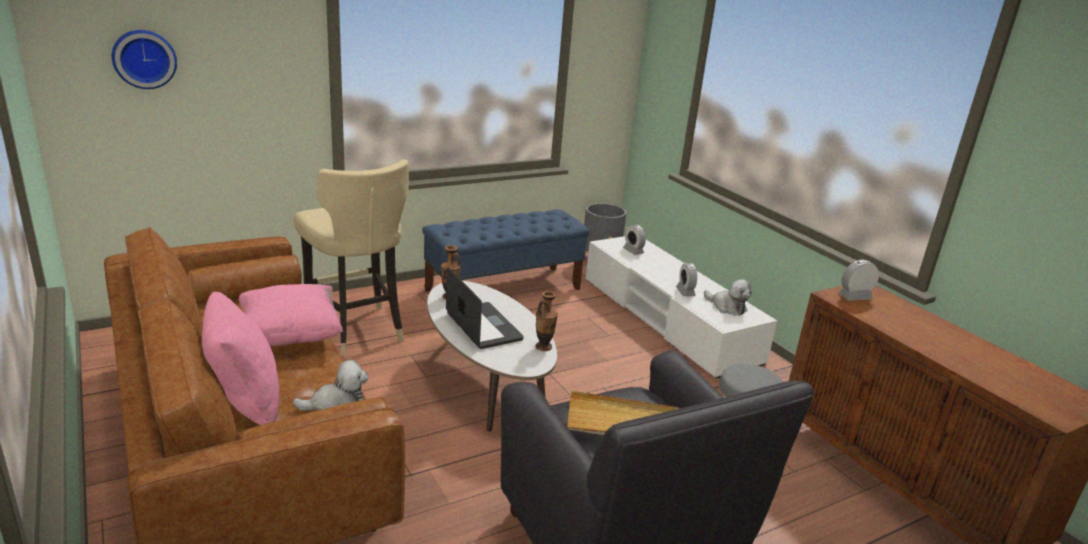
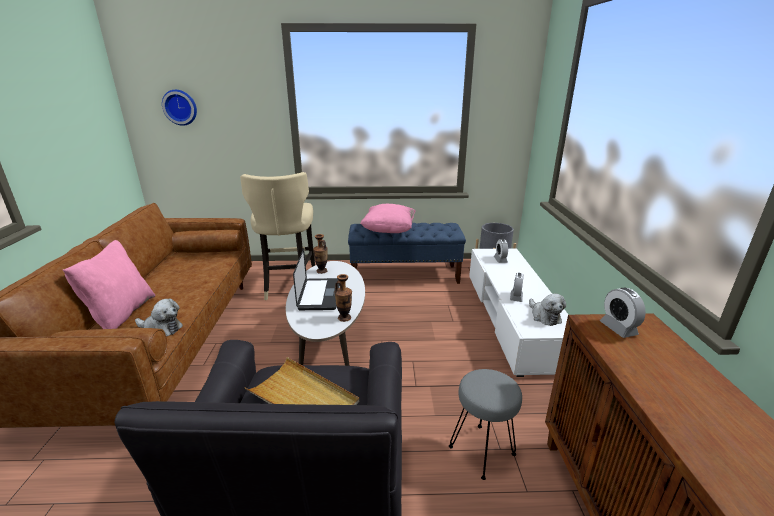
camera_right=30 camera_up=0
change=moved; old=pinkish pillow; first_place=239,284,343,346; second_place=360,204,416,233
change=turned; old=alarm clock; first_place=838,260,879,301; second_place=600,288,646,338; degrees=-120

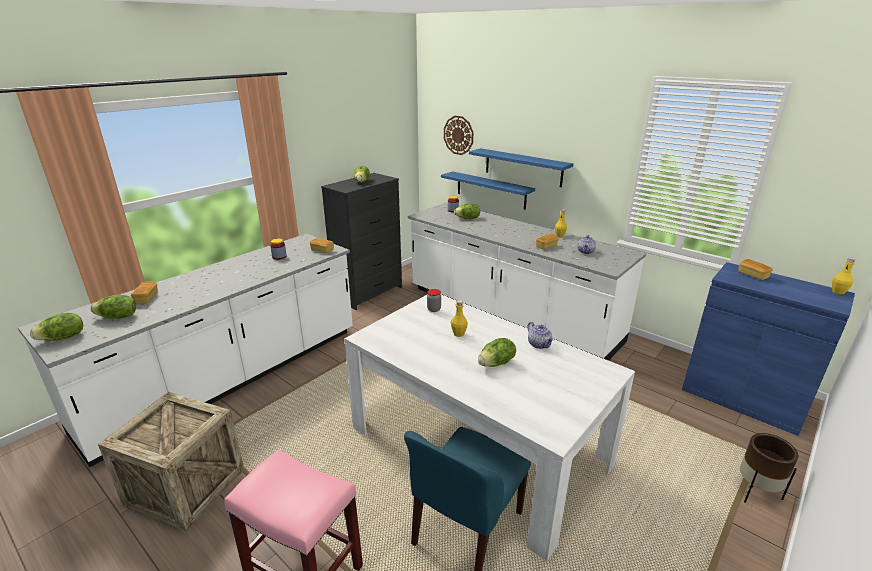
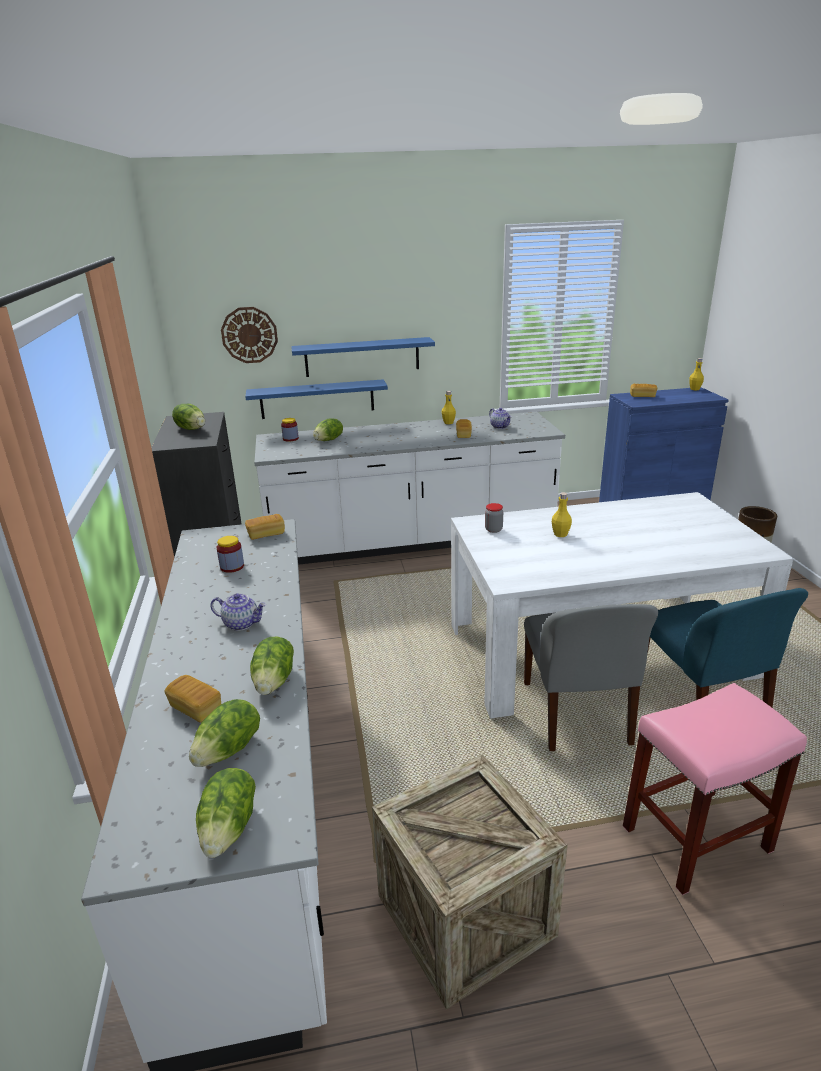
camera_right=-50 camera_up=0
change=moved; old=lettuce head; first_place=478,338,516,367; second_place=250,637,294,695
change=moved; old=tea pot; first_place=528,322,554,349; second_place=210,593,266,631
change=added; new=gray plain chair; second_place=524,604,658,751

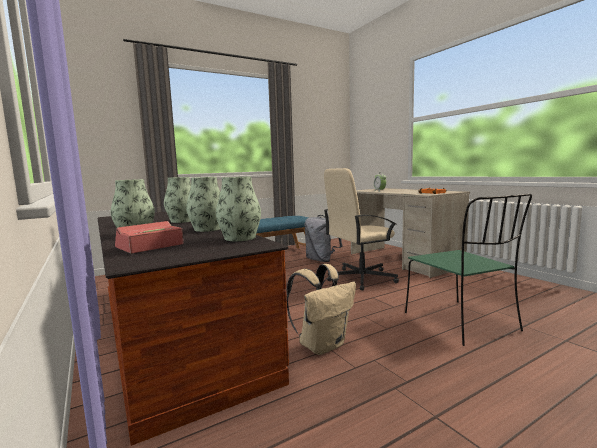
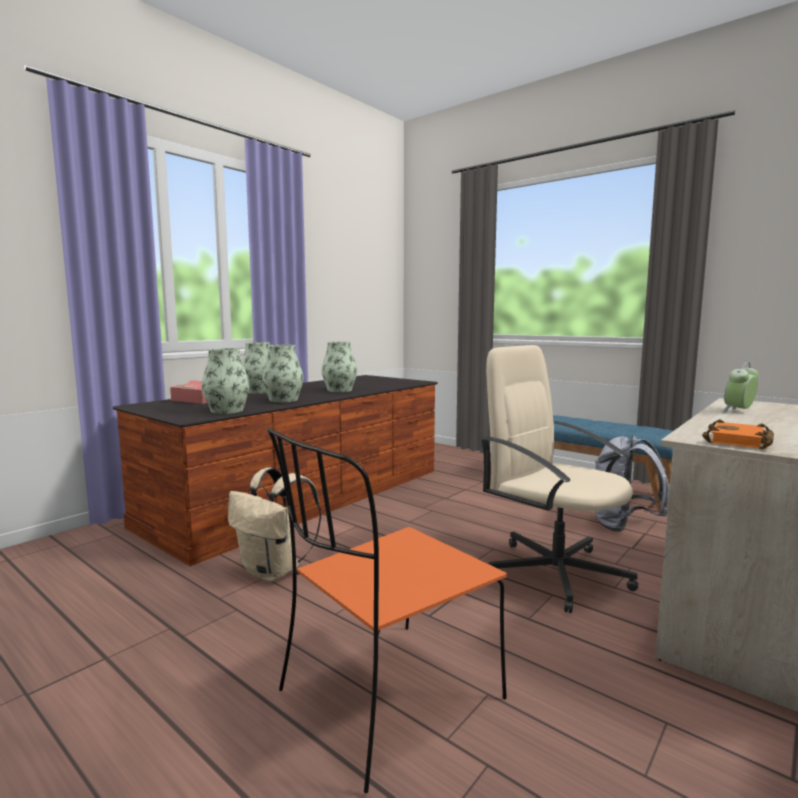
camera_right=70 camera_up=0
change=recoloured; old=greenish plain chair; new=orange plain chair; first_place=405,194,532,346; second_place=268,428,507,793

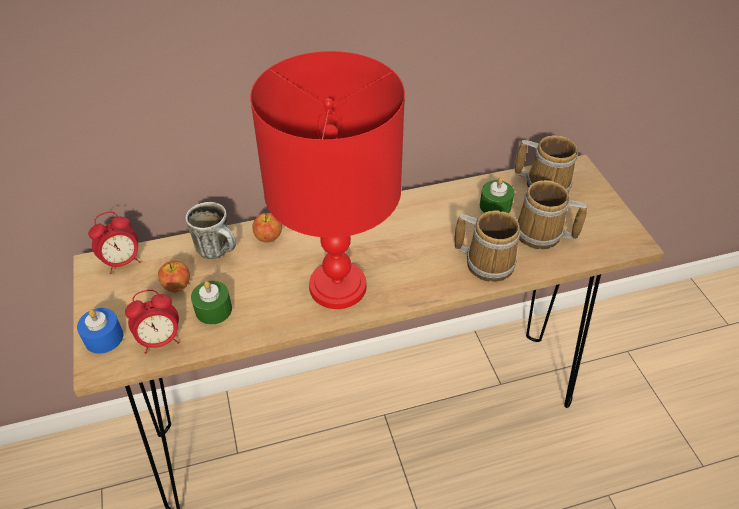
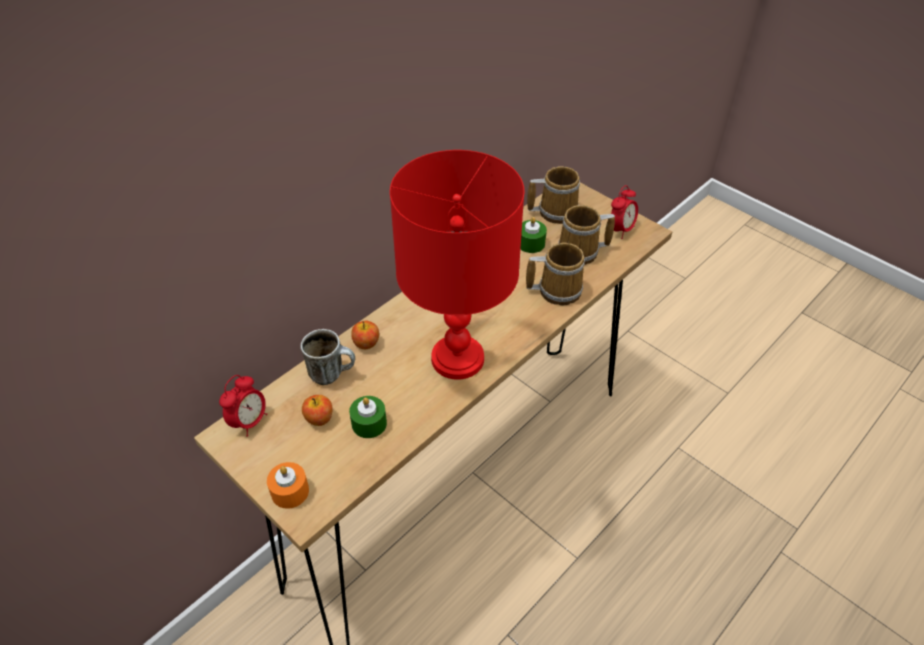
camera_right=-30 camera_up=0
change=recoloured; old=blue candle; new=orange candle; first_place=77,308,123,354; second_place=267,462,309,509
change=moved; old=alarm clock; first_place=125,290,179,354; second_place=611,185,638,239

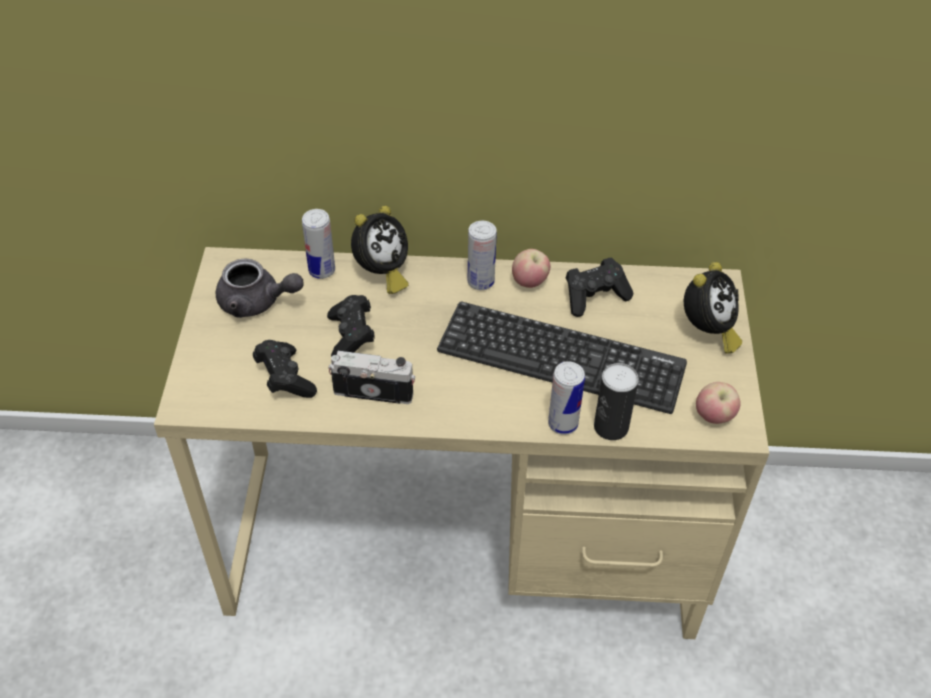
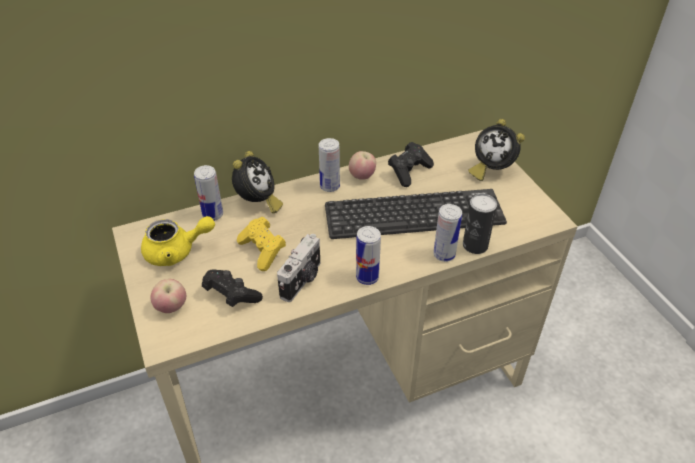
camera_right=-25 camera_up=-5
change=recoloured; old=gray tea pot; new=yellowish tea pot; first_place=216,259,303,318; second_place=141,216,215,266
change=recoloured; old=blackish game controller; new=yellowish game controller; first_place=327,295,375,357; second_place=237,217,286,271
change=turned; old=photo camera; first_place=328,351,415,404; second_place=277,234,320,302; degrees=135
change=turned; old=alarm clock; first_place=684,262,742,354; second_place=468,119,525,181; degrees=120
change=moved; old=apple fruit; first_place=696,382,741,424; second_place=150,279,186,313
change=added; new=sealed can; second_place=356,226,381,285

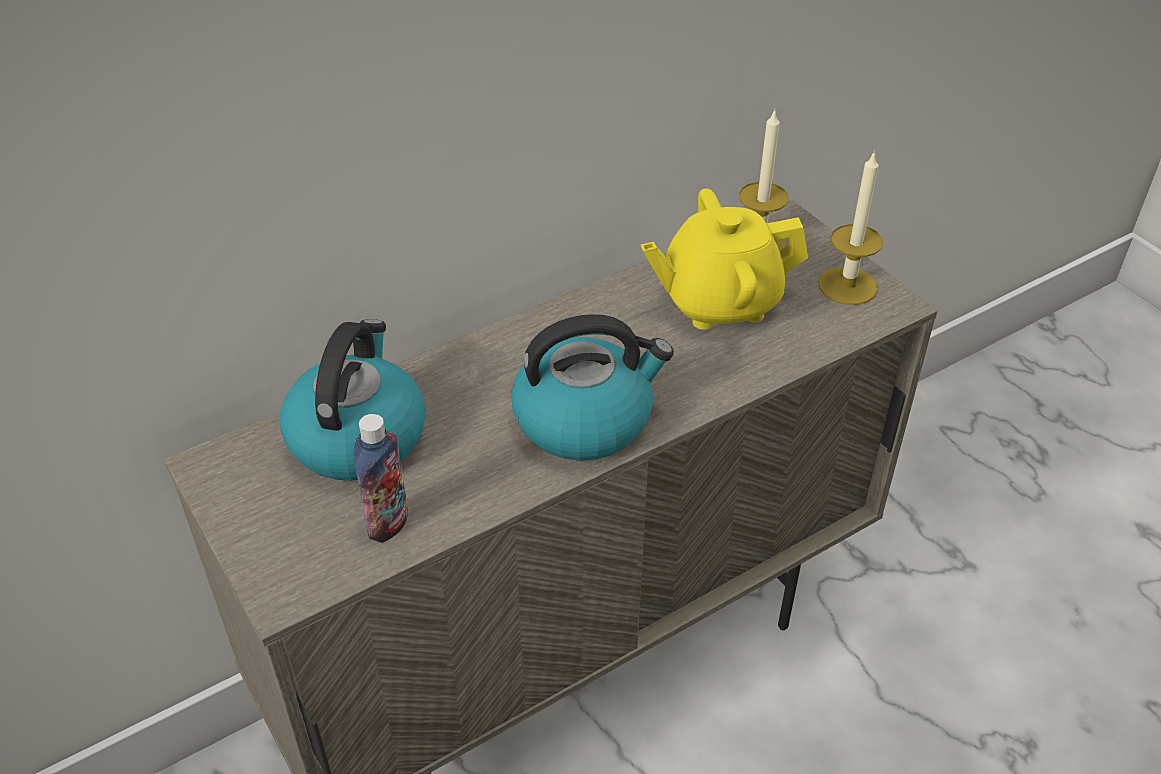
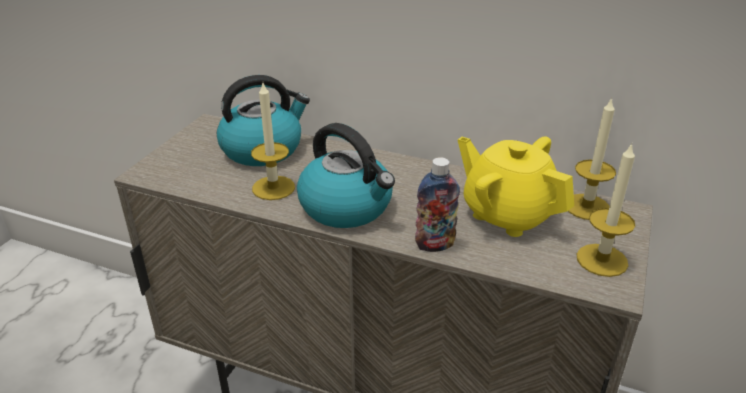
camera_right=55 camera_up=-10
change=moved; old=beverage bottle; first_place=353,414,408,543; second_place=415,157,460,252
change=added; new=candle; second_place=251,83,295,200

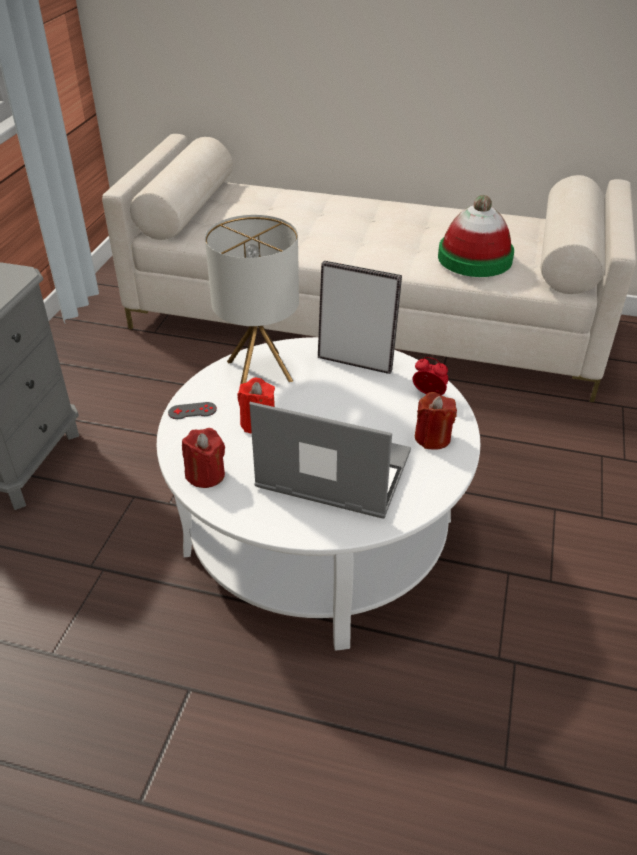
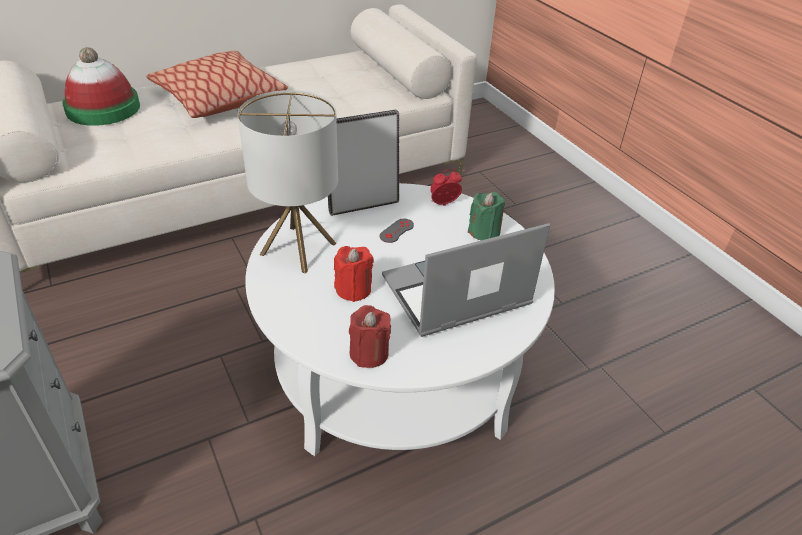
camera_right=-45 camera_up=0
change=moved; old=gray game controller; first_place=168,402,217,419; second_place=380,219,414,243
change=recoloured; old=red-coloured candle; new=greenish candle; first_place=415,392,457,450; second_place=468,192,505,240
change=moved; old=wearable hat; first_place=438,195,514,277; second_place=62,47,140,126
change=added; new=pillow; second_place=146,51,288,118

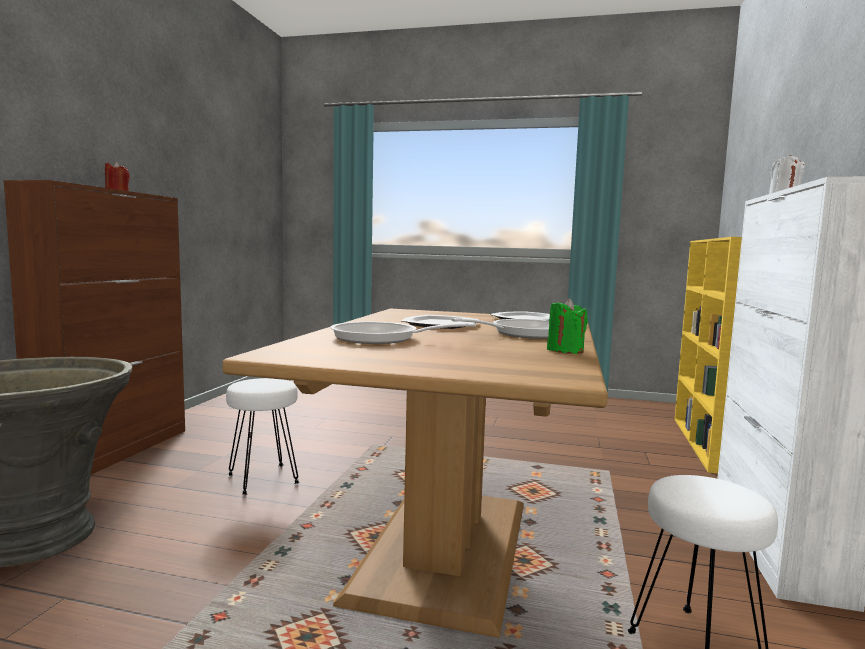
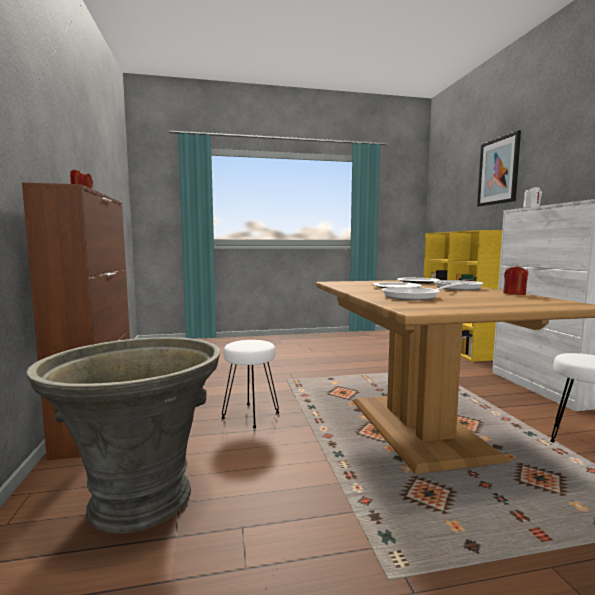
camera_right=-25 camera_up=0
change=recoloured; old=greenish candle; new=red-coloured candle; first_place=547,299,588,354; second_place=503,264,529,295
change=added; new=wall art; second_place=477,130,521,207

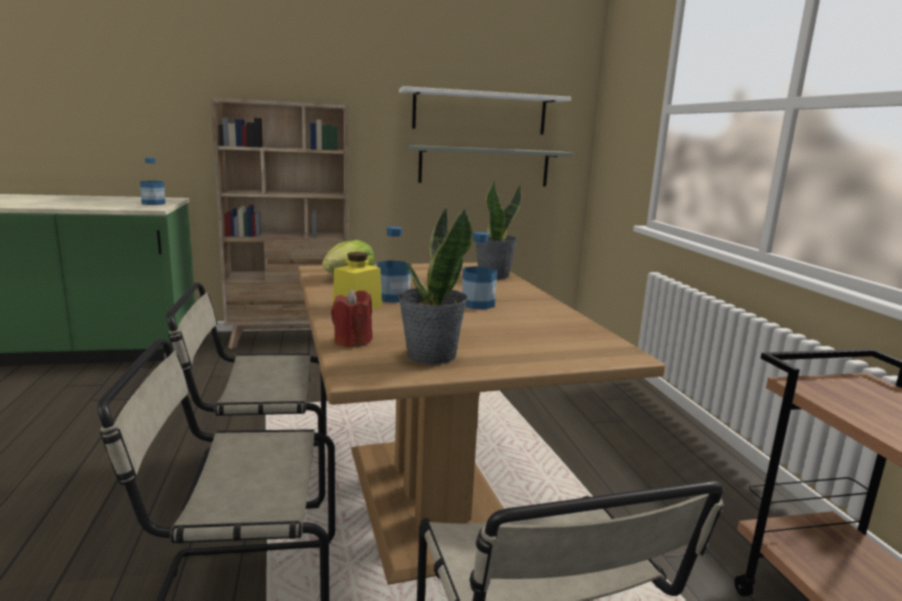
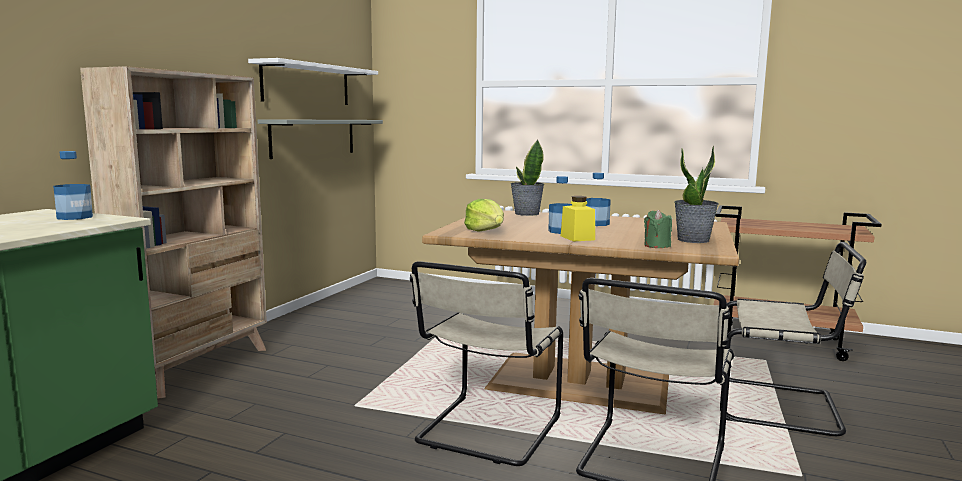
camera_right=-55 camera_up=-5
change=recoloured; old=red-coloured candle; new=greenish candle; first_place=331,289,372,348; second_place=644,209,672,248

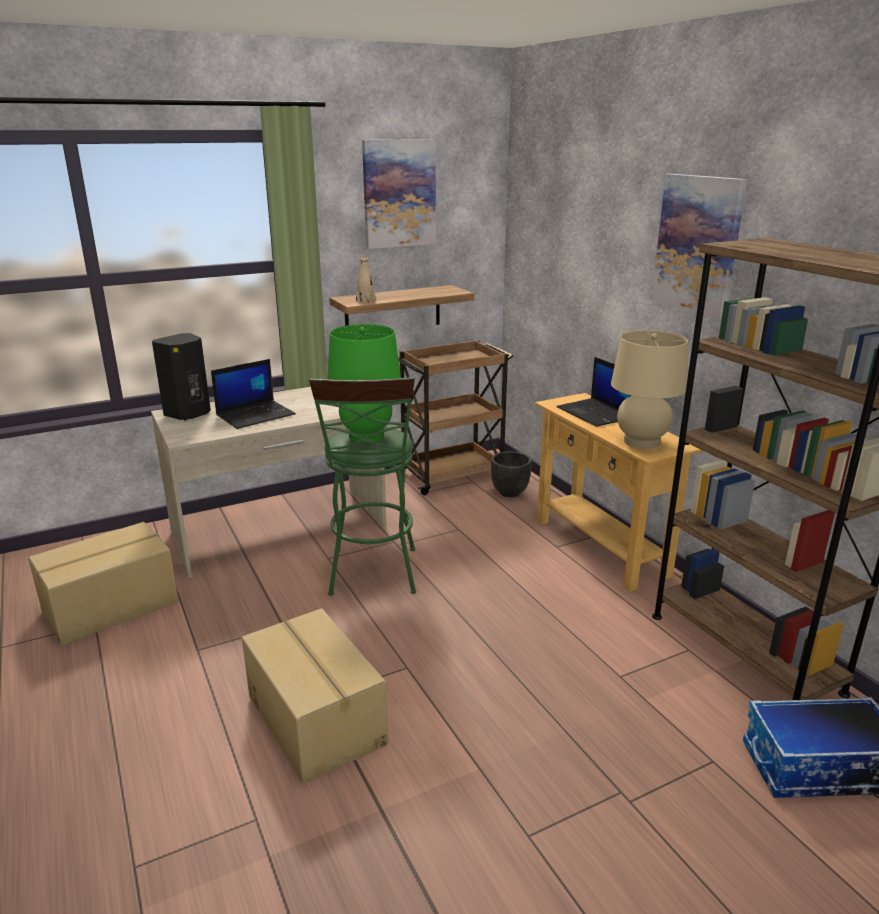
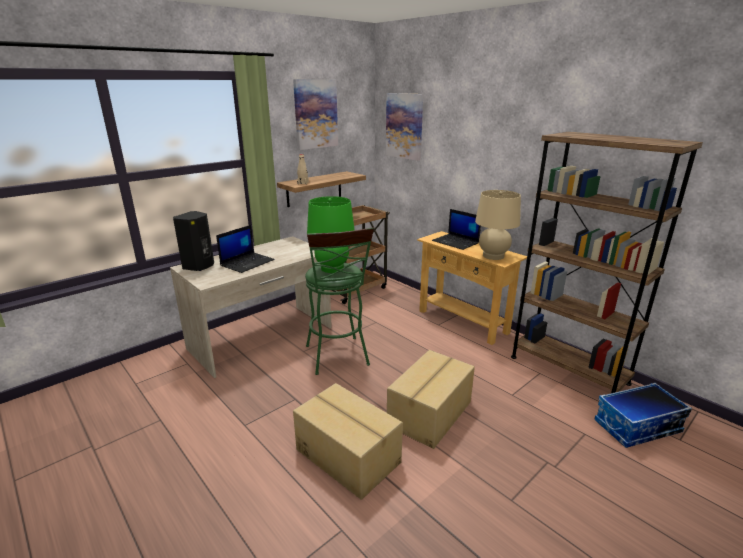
camera_right=-15 camera_up=0
change=moved; old=carton; first_place=28,522,179,646; second_place=387,350,475,449
change=removed; old=blackish plant pot; first_place=491,451,532,497
change=moved; old=wall art; first_place=651,174,747,320; second_place=386,93,423,161

